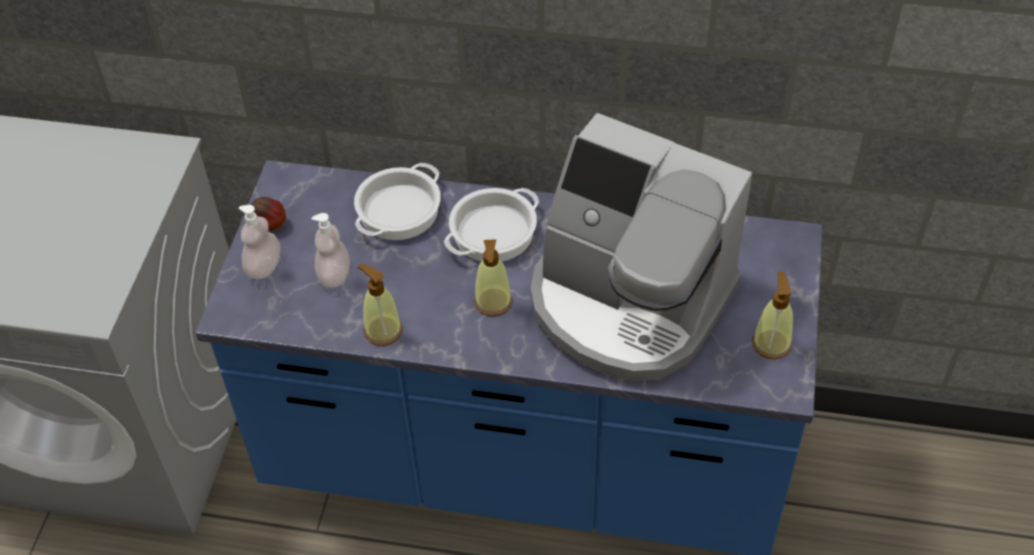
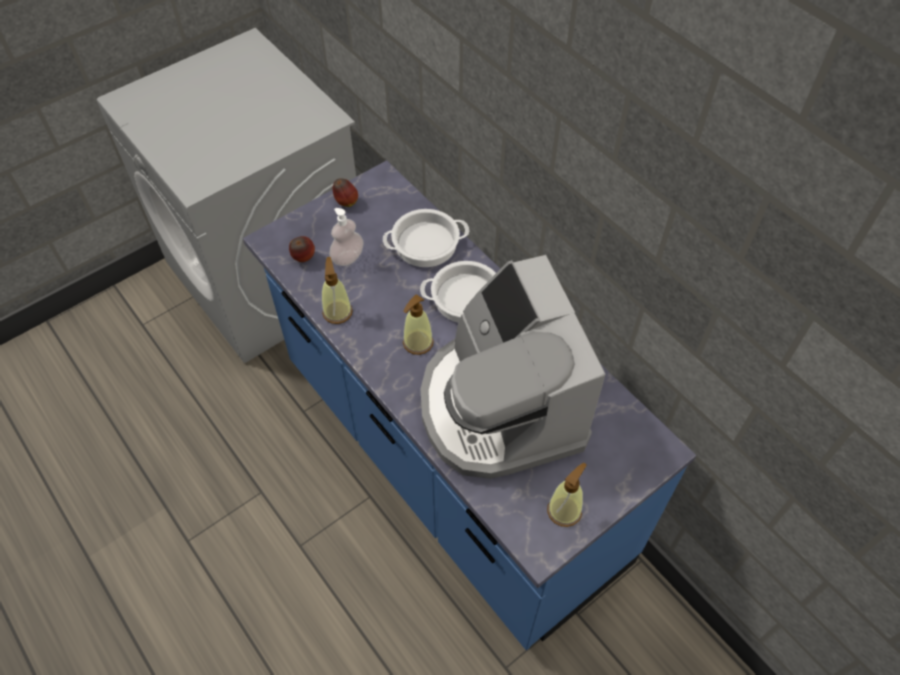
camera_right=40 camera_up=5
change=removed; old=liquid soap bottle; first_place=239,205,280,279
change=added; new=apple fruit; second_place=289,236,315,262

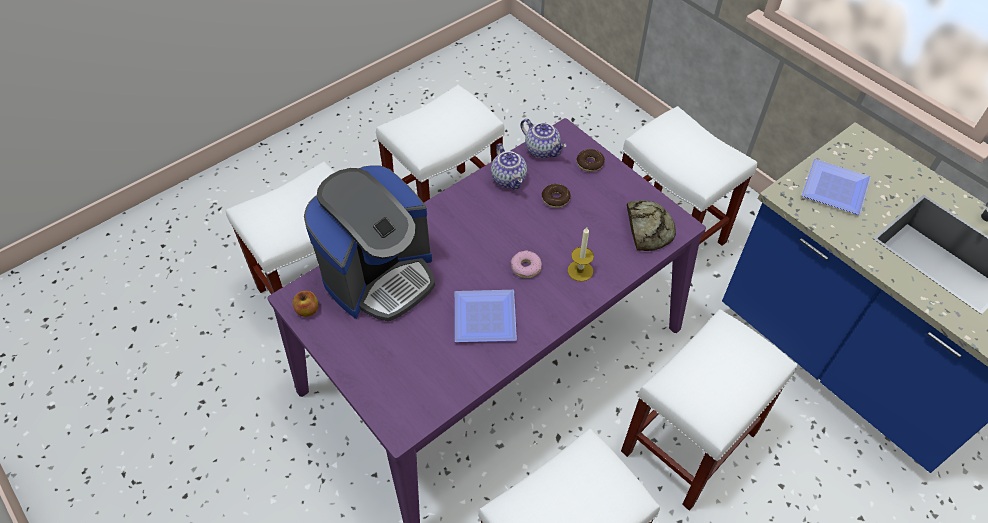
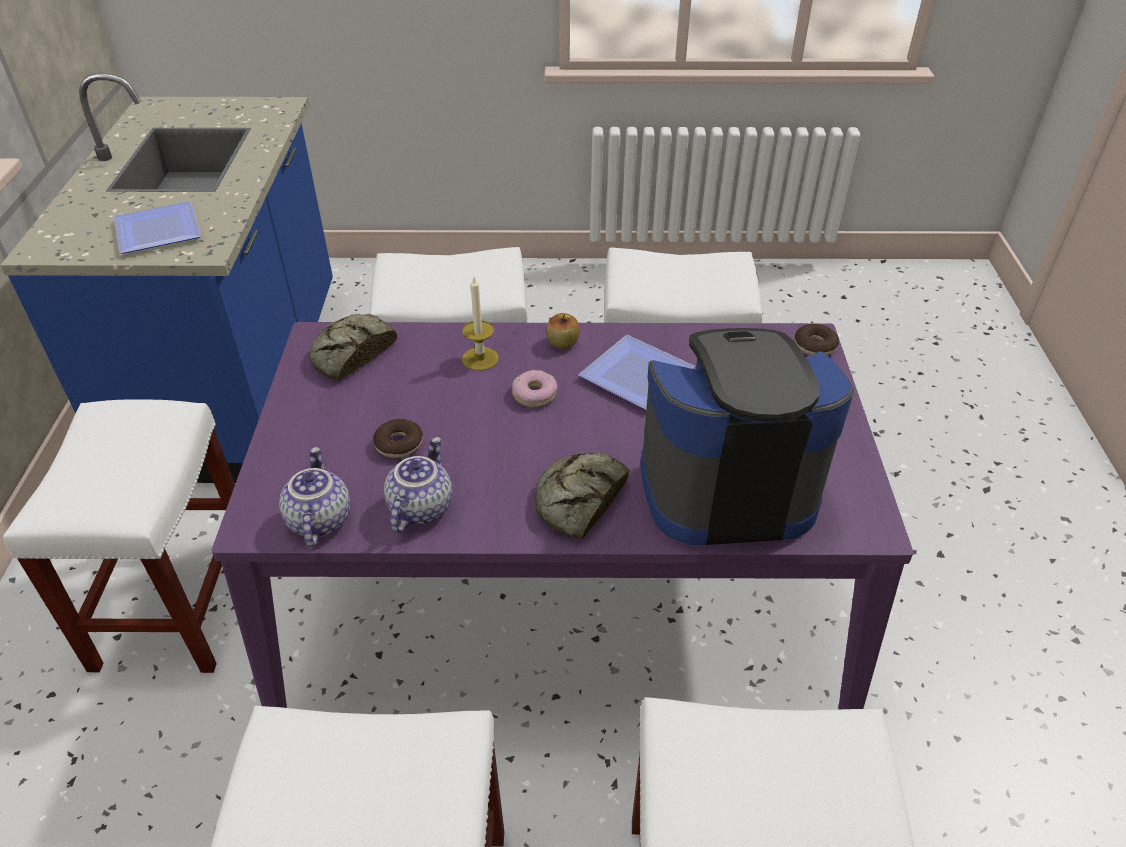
camera_right=-140 camera_up=-10
change=moved; old=apple fruit; first_place=293,291,318,317; second_place=546,313,580,349
change=moved; old=ring doughnut; first_place=577,149,605,172; second_place=795,324,839,355
change=added; new=baked bread; second_place=535,452,629,540

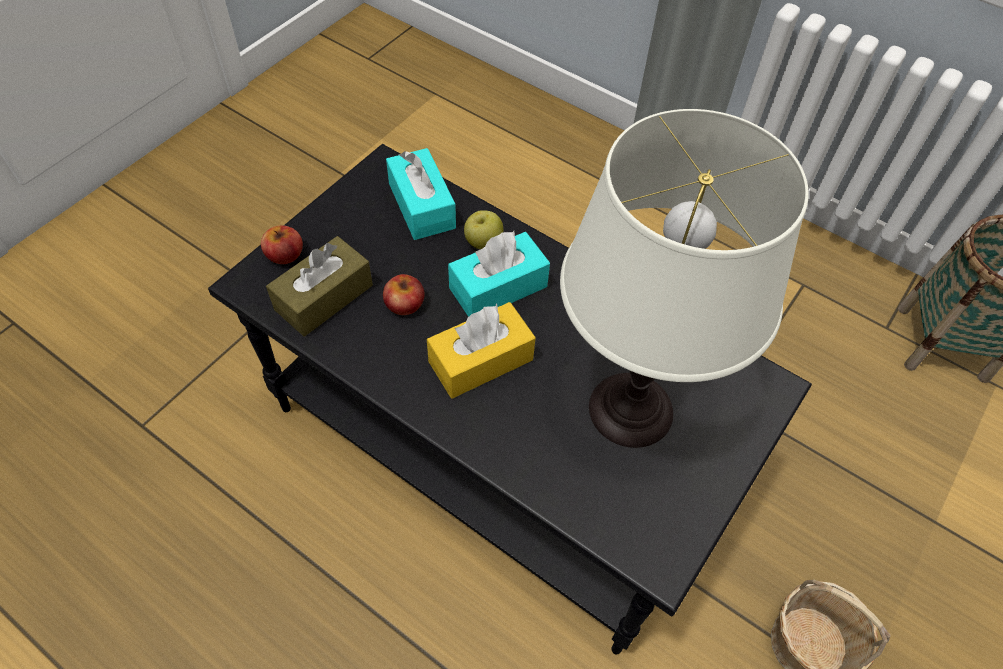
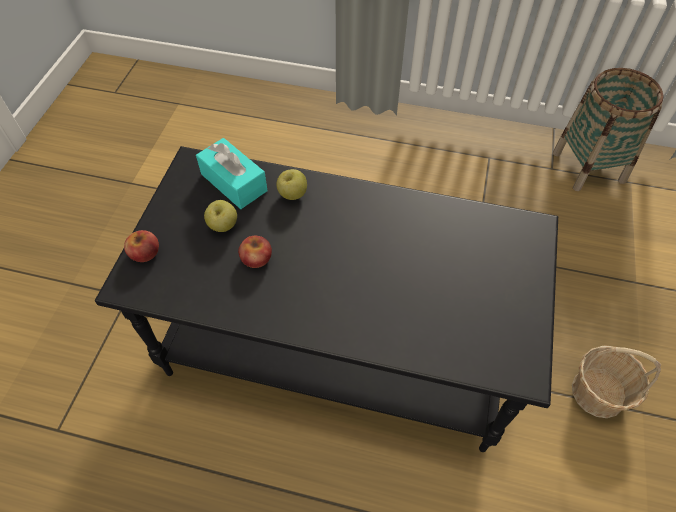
camera_right=-20 camera_up=0
change=removed; old=brownish tissue holder; first_place=266,236,373,336
change=removed; old=yellowish tissue holder; first_place=427,302,536,399
change=removed; old=blue-green tissue holder; first_place=448,231,550,317
change=removed; old=white tabletop lamp; first_place=560,109,809,448
change=added; new=apple fruit; second_place=204,200,237,232

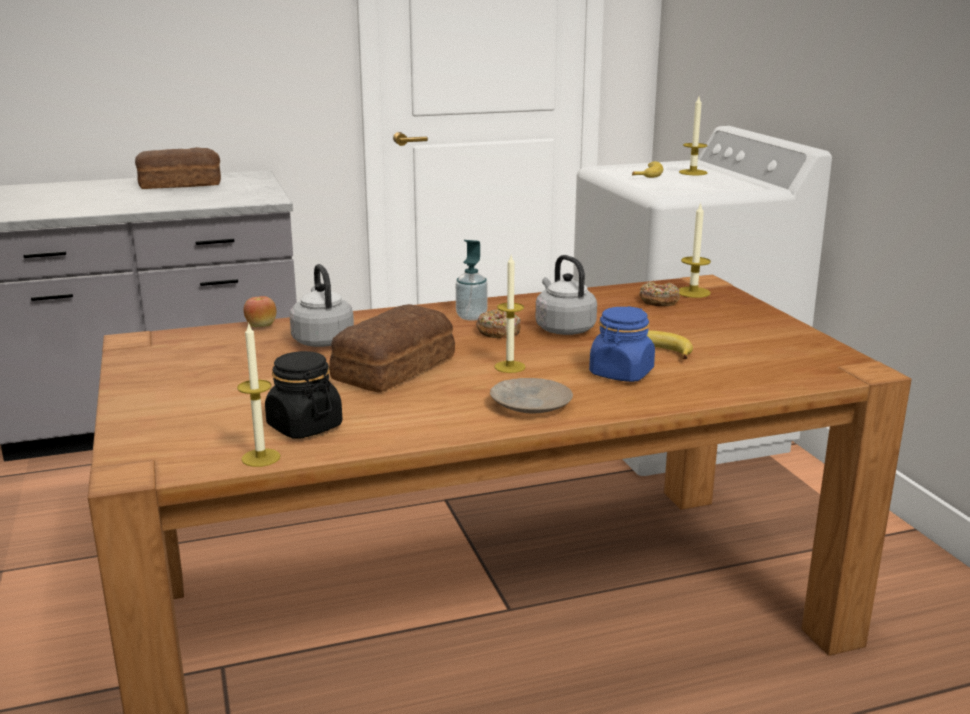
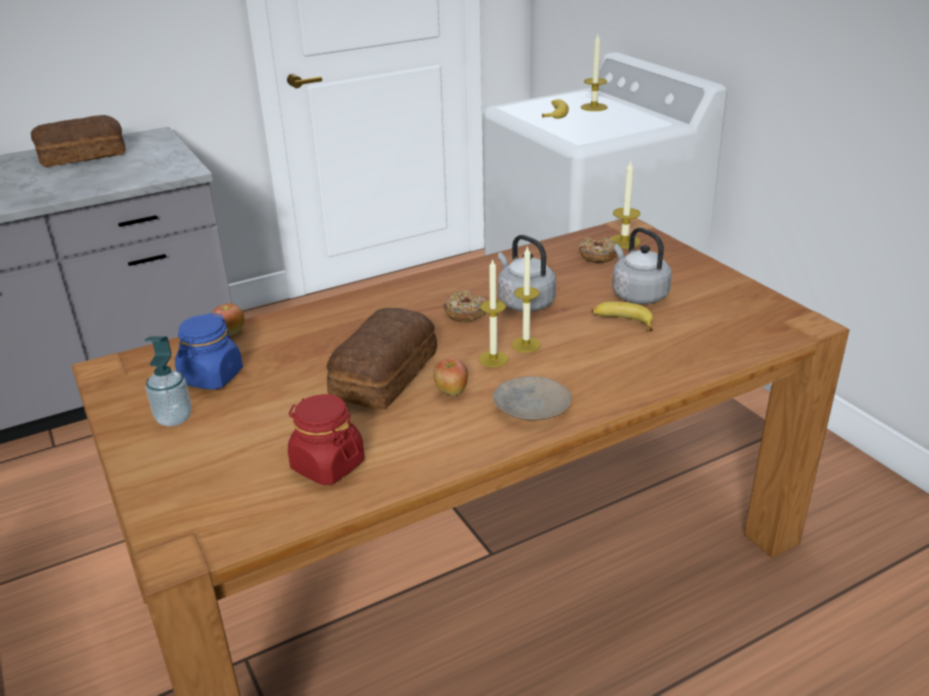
camera_right=-10 camera_up=10
change=moved; old=candle; first_place=237,322,281,467; second_place=512,246,541,352
change=recoloured; old=blackish jar; new=red-coloured jar; first_place=265,351,342,439; second_place=288,394,364,485
change=moved; old=gray water kettle; first_place=289,264,354,347; second_place=612,227,672,304
change=moved; old=liquid soap bottle; first_place=456,240,488,321; second_place=145,337,192,427
change=moved; old=blue jar; first_place=589,306,655,382; second_place=175,313,243,390
change=added; new=apple fruit; second_place=433,358,468,396

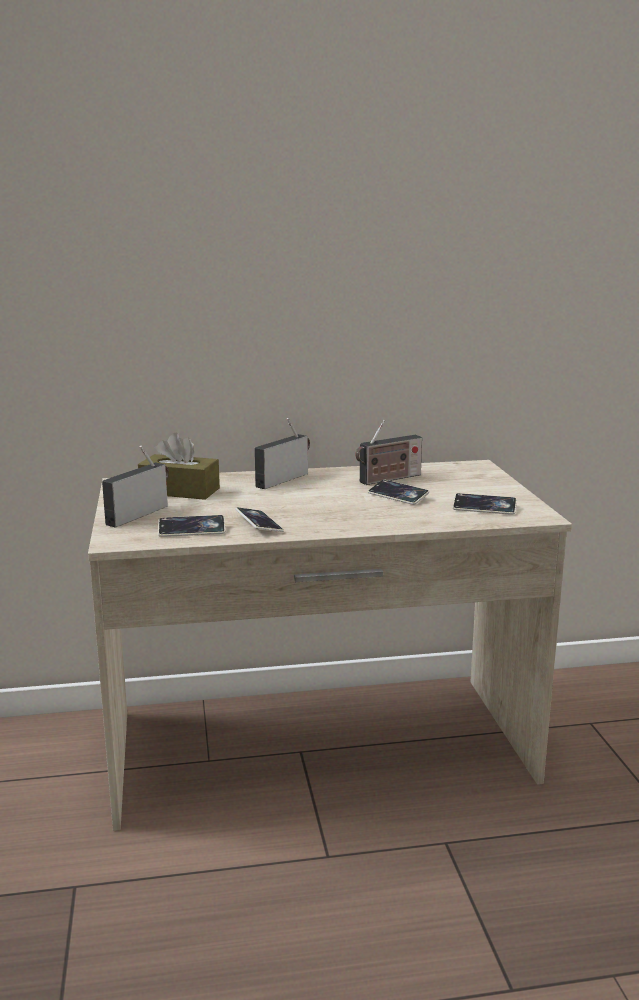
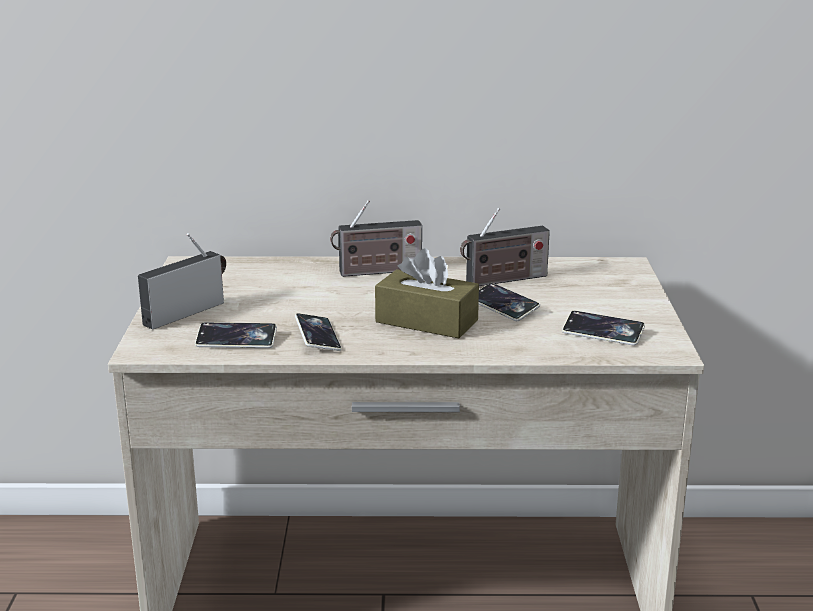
camera_right=10 camera_up=5
change=moved; old=brownish tissue holder; first_place=138,433,220,500; second_place=375,248,479,338
change=turned; old=radio; first_place=255,418,310,489; second_place=330,200,422,277; degrees=-150

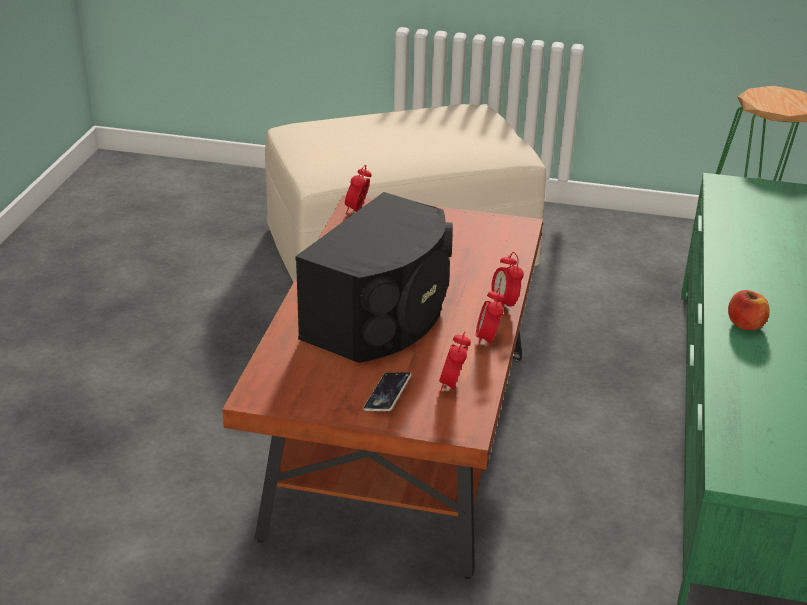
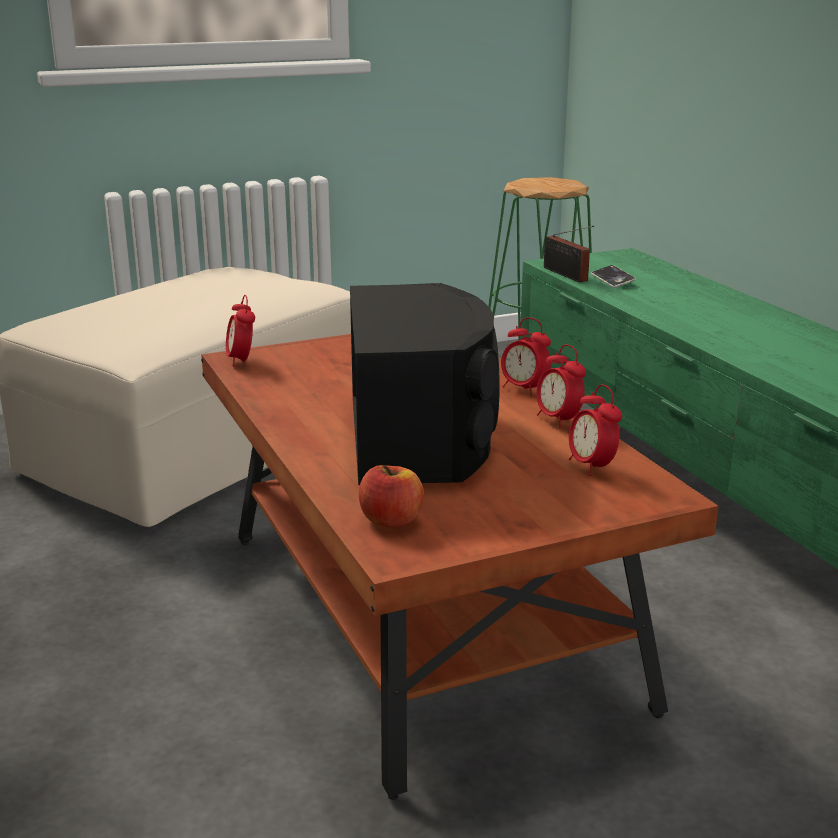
camera_right=-35 camera_up=-10
change=moved; old=handset; first_place=363,372,411,411; second_place=591,265,636,288
change=moved; old=apple fruit; first_place=728,290,769,330; second_place=359,465,424,527
change=added; new=radio; second_place=544,226,594,282

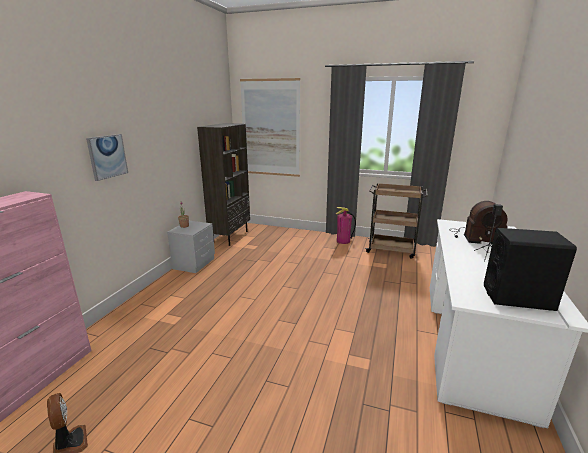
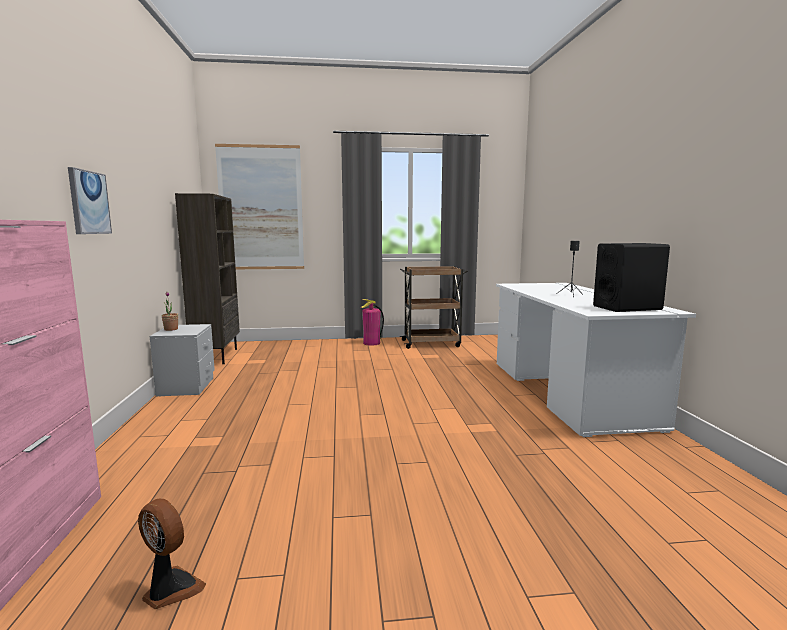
camera_right=-25 camera_up=-10
change=removed; old=radio; first_place=450,201,508,244

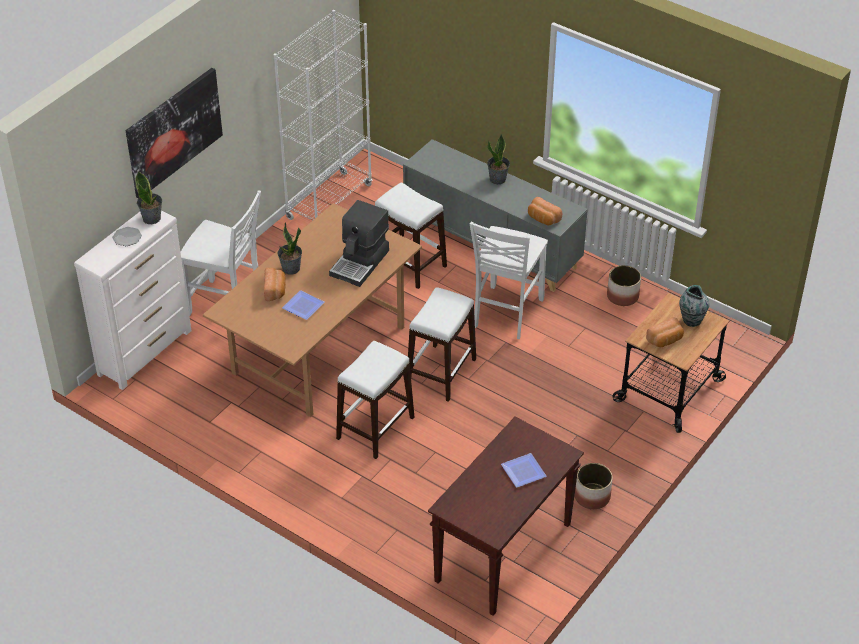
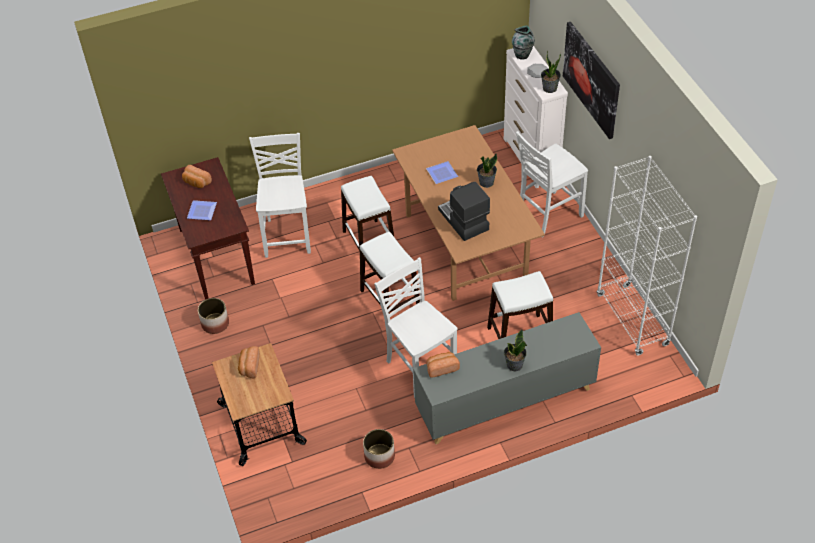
camera_right=125 camera_up=5
change=moved; old=baked bread; first_place=264,268,286,301; second_place=182,165,212,188
change=moved; old=vase; first_place=679,285,709,327; second_place=512,25,535,60
change=added; new=white plain chair; second_place=249,133,311,258

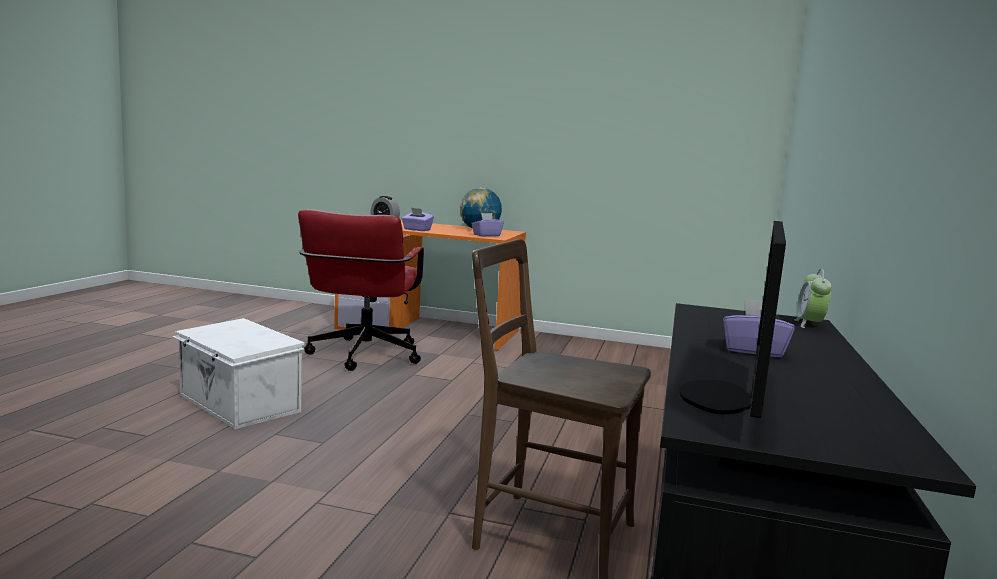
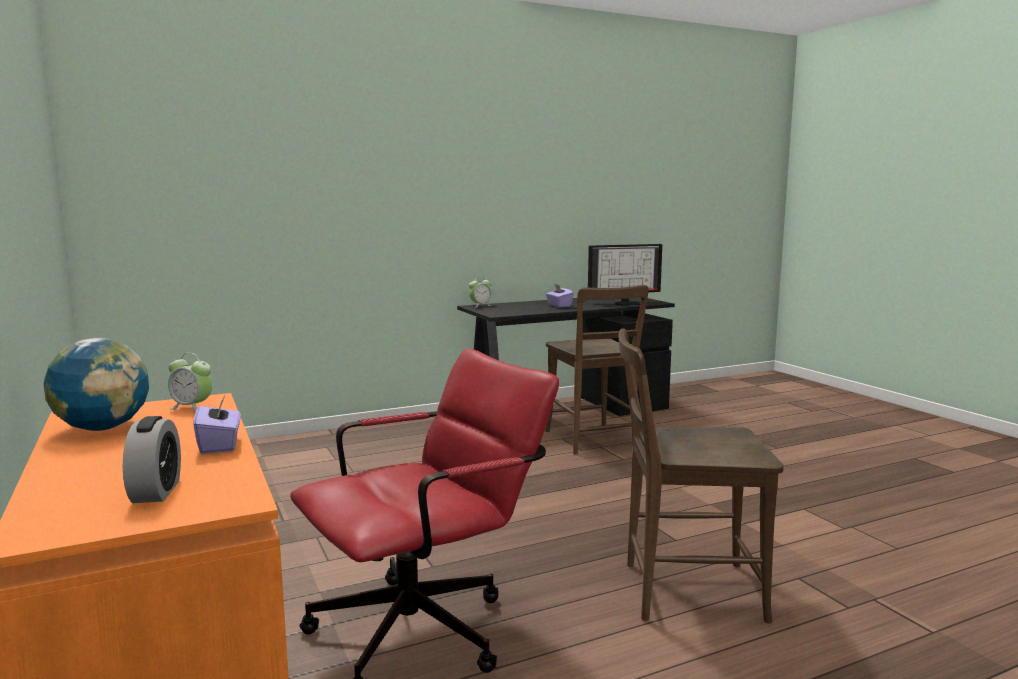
camera_right=-130 camera_up=0
change=replaced; old=white storage bin; new=brownish plain chair; first_place=172,318,305,429; second_place=619,328,784,623
change=replaced; old=purplish tissue holder; new=alarm clock; first_place=471,213,504,236; second_place=168,353,212,412

